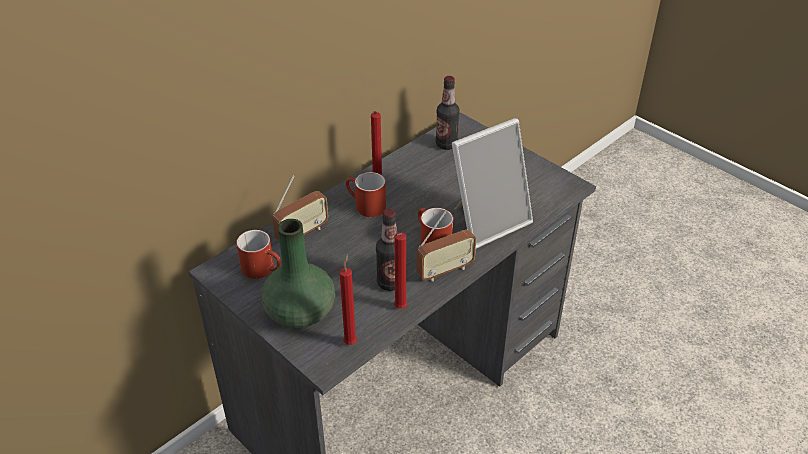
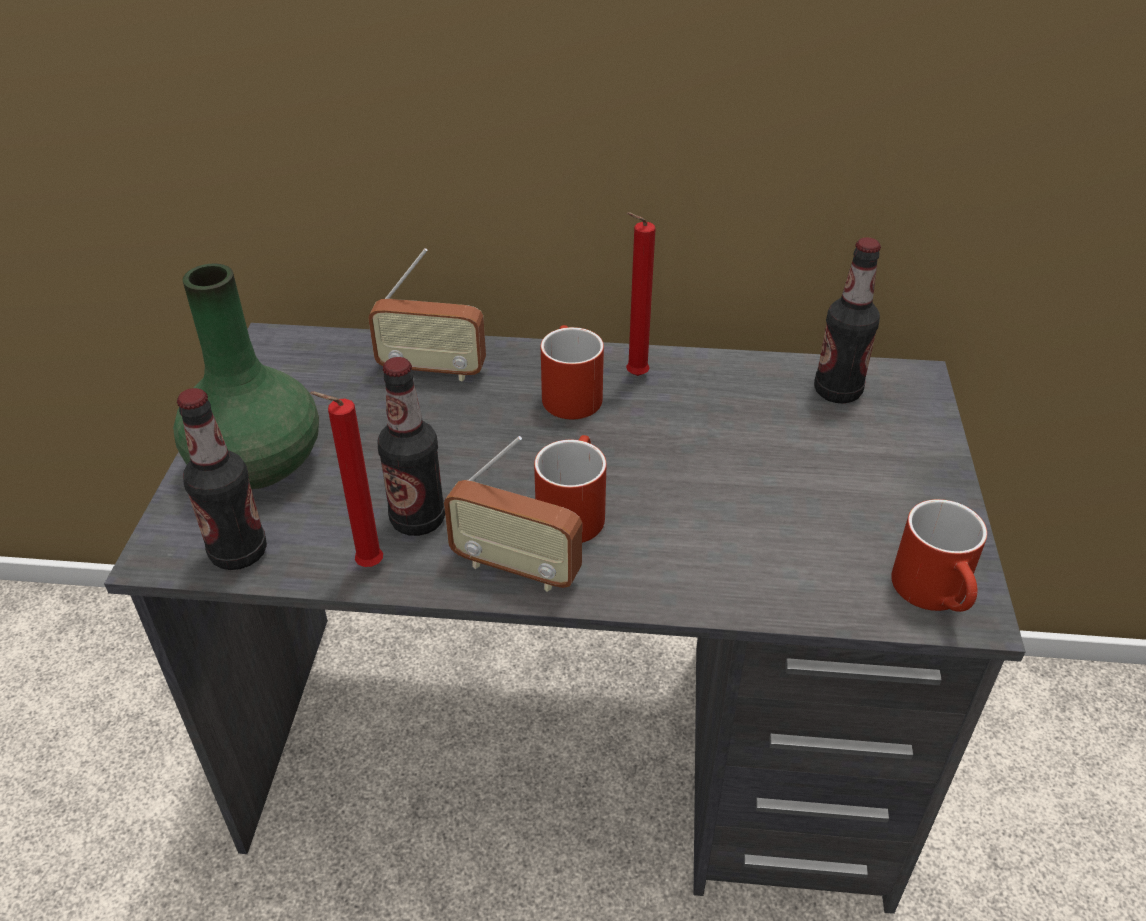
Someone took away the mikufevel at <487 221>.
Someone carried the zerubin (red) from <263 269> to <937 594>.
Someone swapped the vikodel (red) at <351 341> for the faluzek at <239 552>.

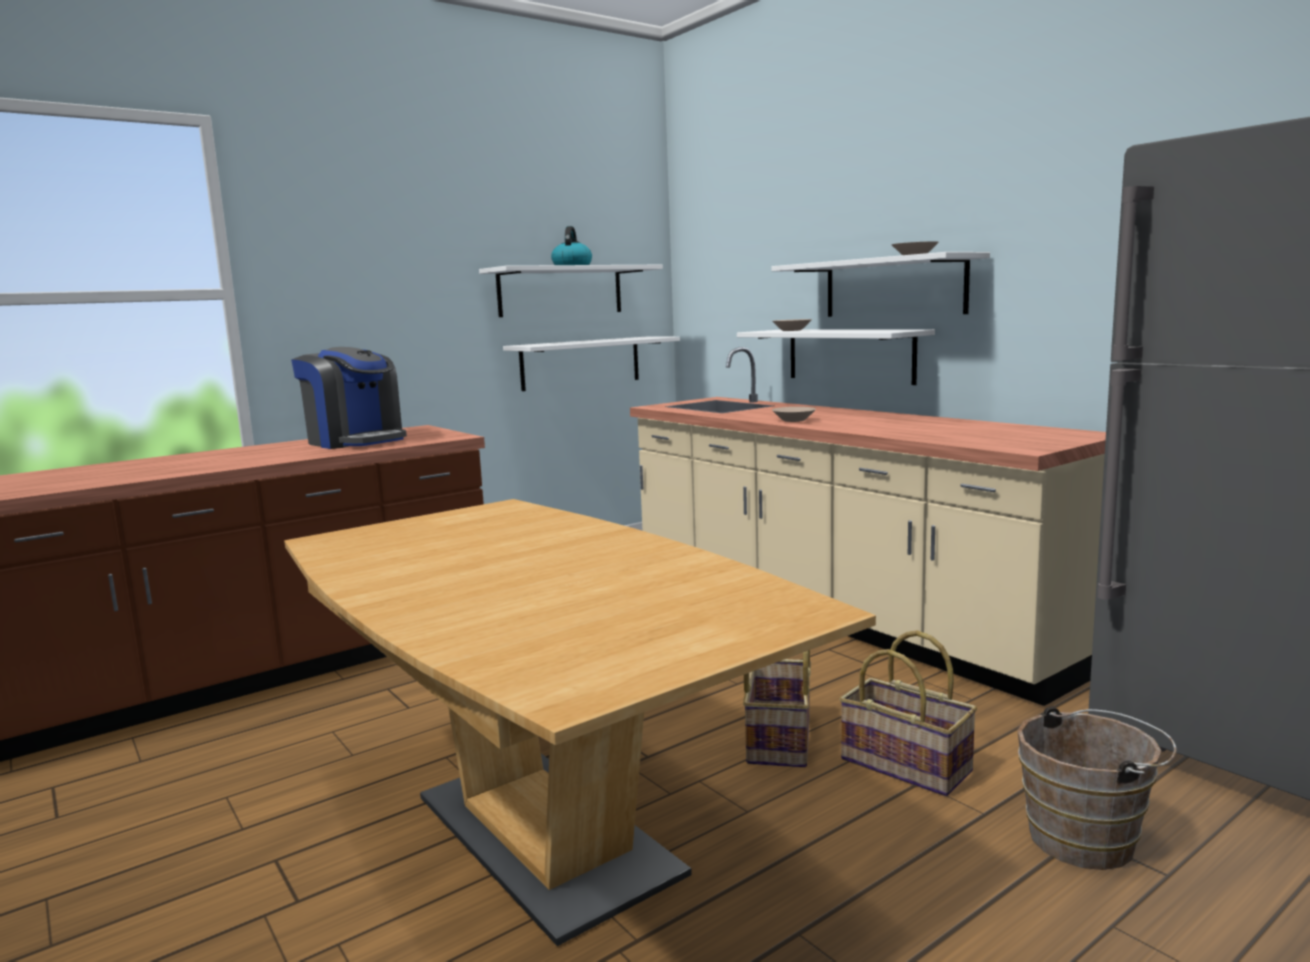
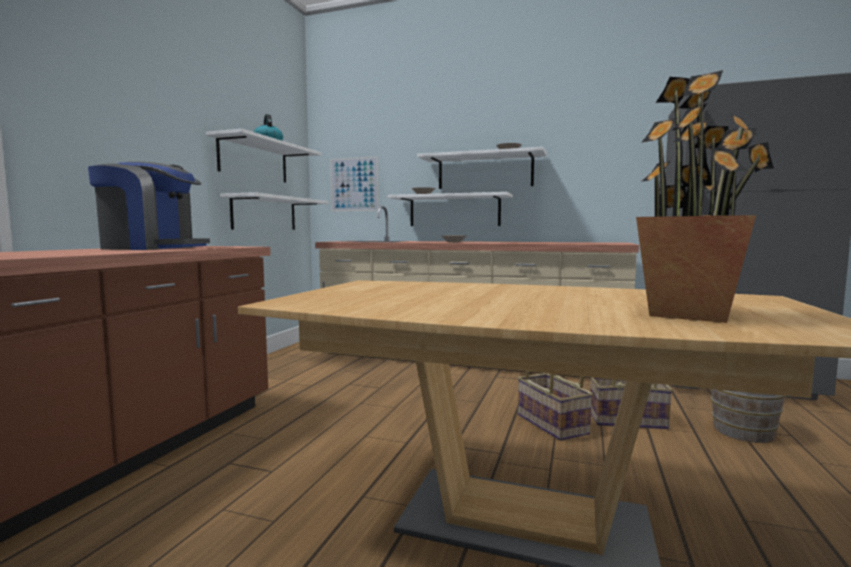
Someone put up the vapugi at <354 184>.
Someone put down the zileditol at <690 314>.

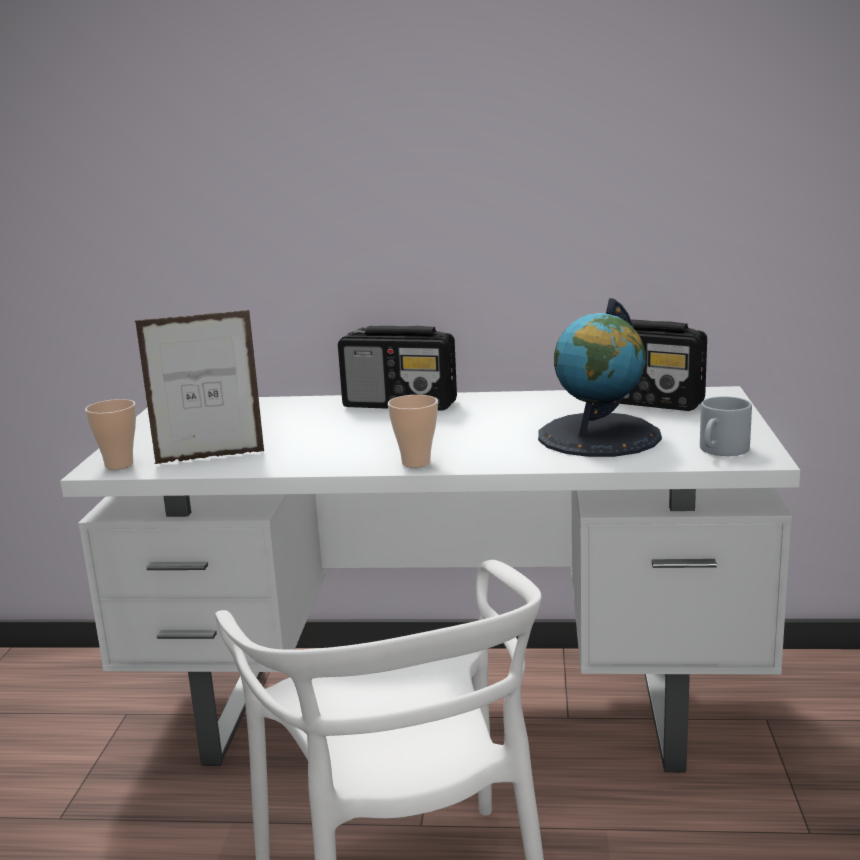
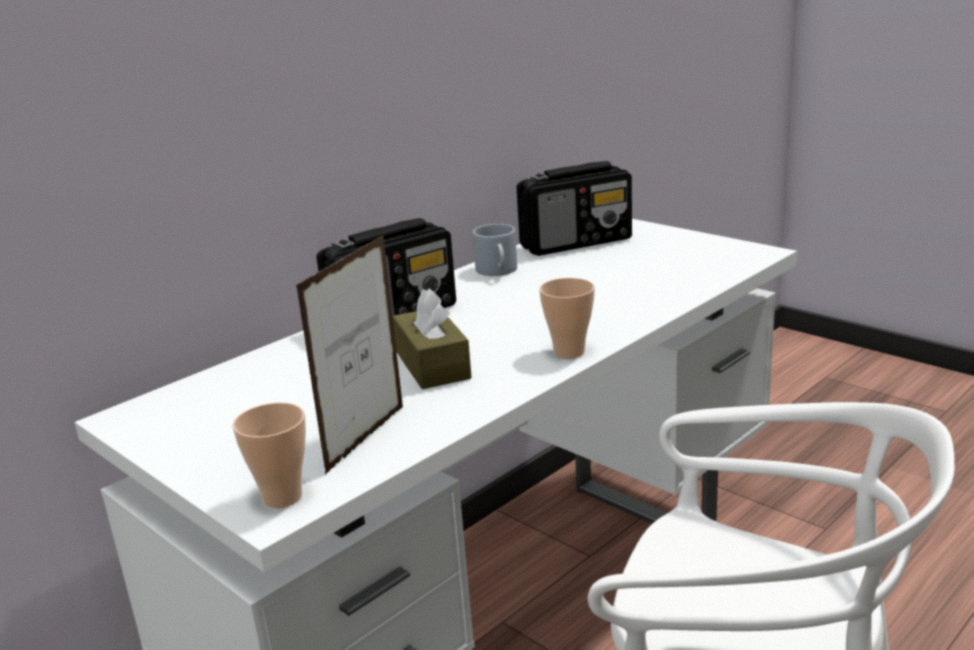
Someone took away the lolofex at <599 436>.
Someone put down the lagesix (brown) at <432 365>.
Someone carried the zerubin (grey) from <721 451> to <498 271>.

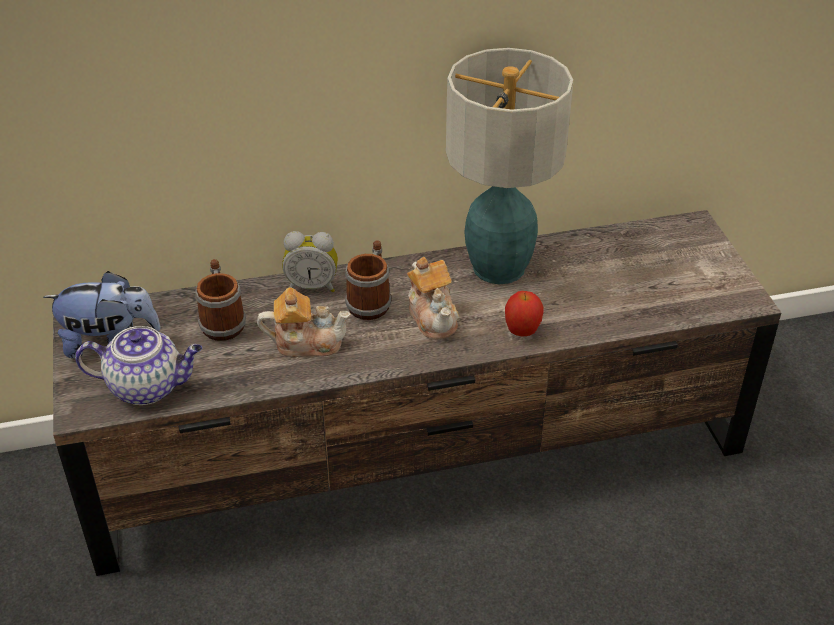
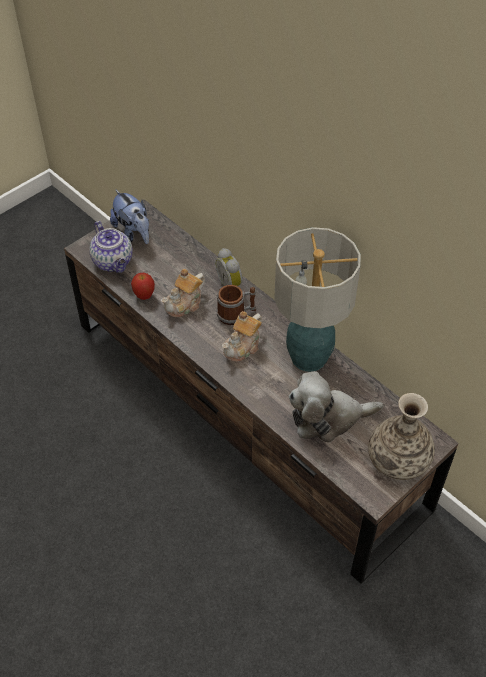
Someone took away the zerubin at <222 321>.
Someone put down the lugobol at <328 418>.
Someone put down the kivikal at <398 460>.
Someone carried the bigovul from <522 332> to <144 296>.
Someone rotated the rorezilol at <306 342> by 75 degrees clockwise.

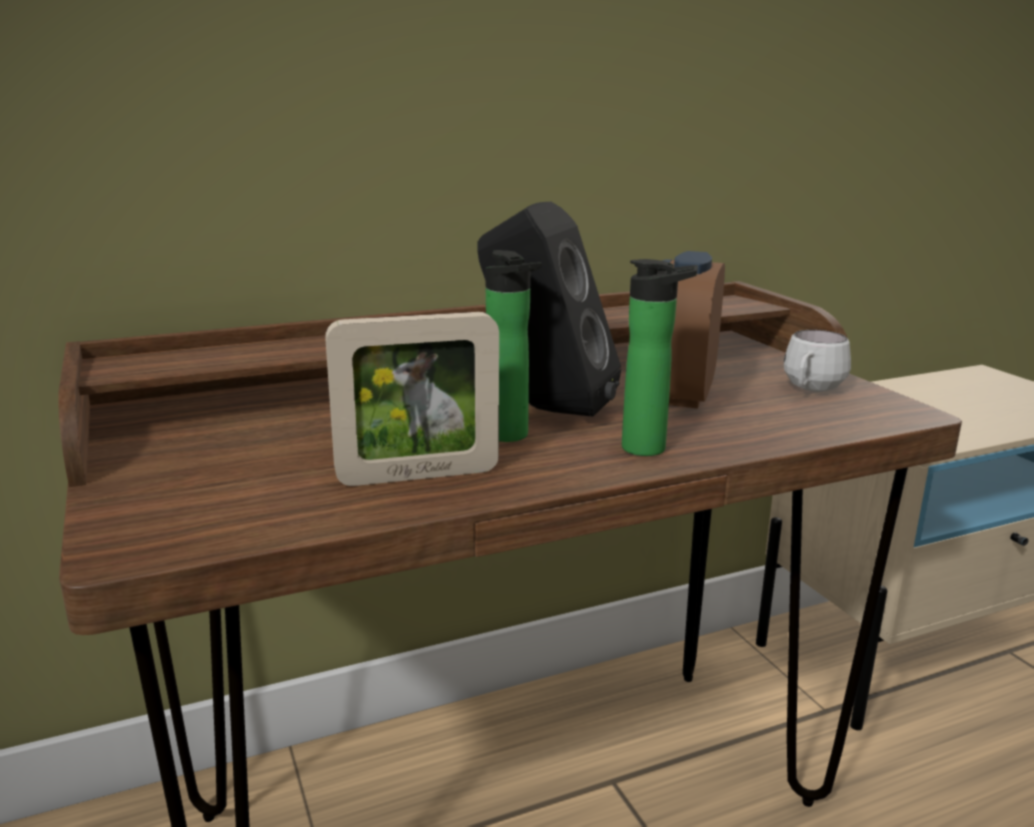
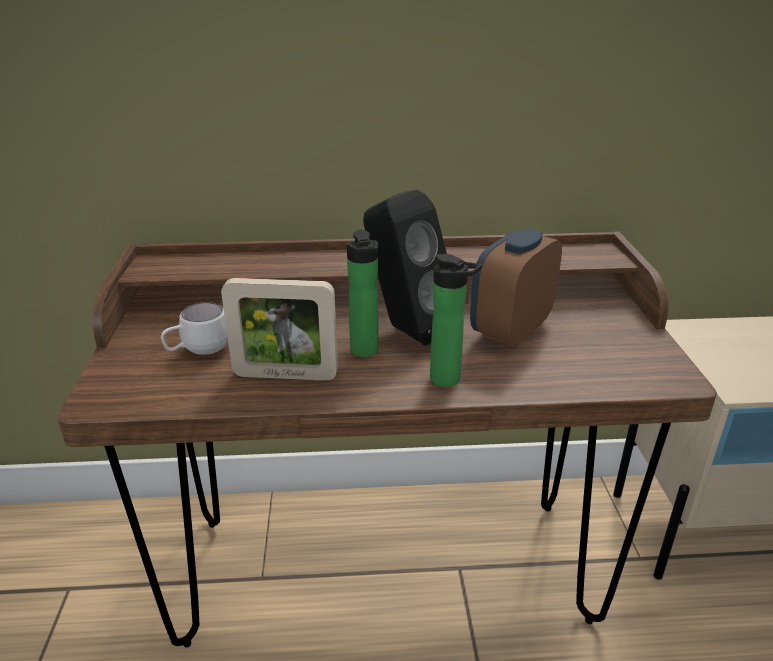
Someone carried the zerubin (white) from <810 390> to <199 351>.

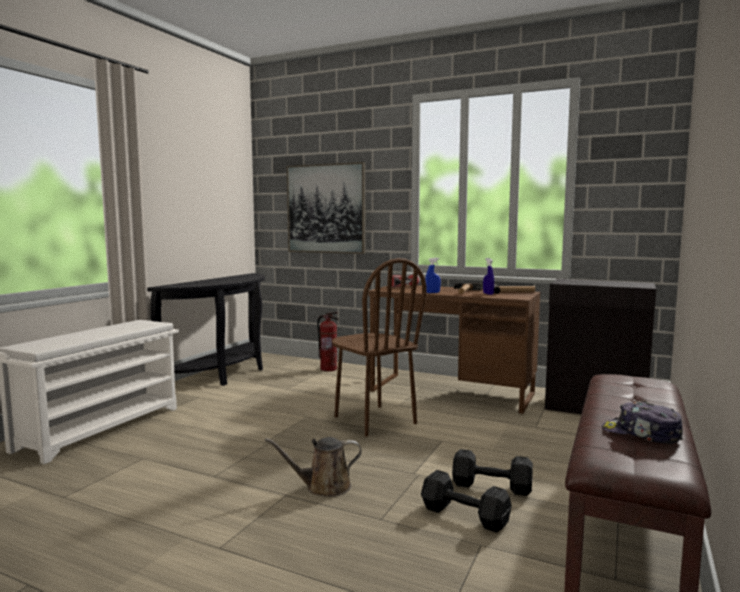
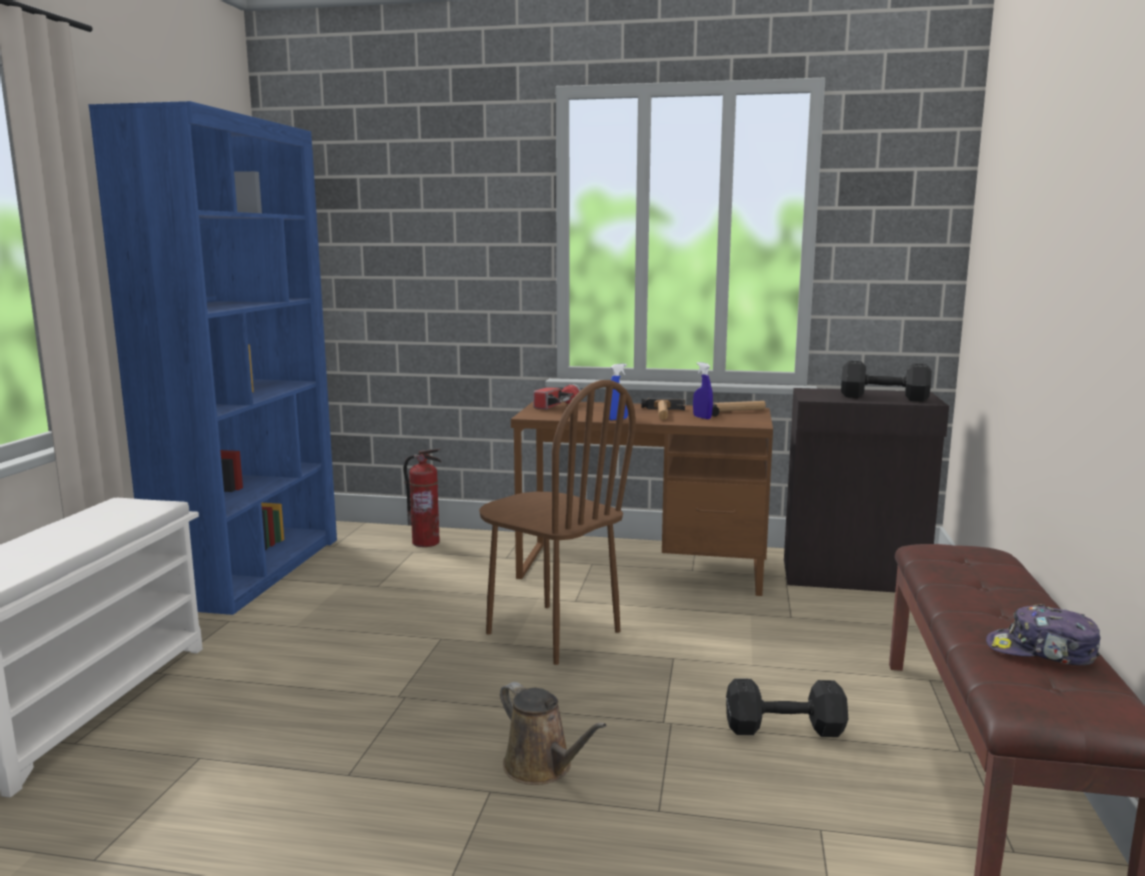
Someone took away the vapugi at <326 209>.
Someone carried the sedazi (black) from <466 517> to <886 397>.
Someone swapped the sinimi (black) at <225 375> for the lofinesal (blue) at <252 570>.
Someone rotated the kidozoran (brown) at <324 487> by 105 degrees counterclockwise.

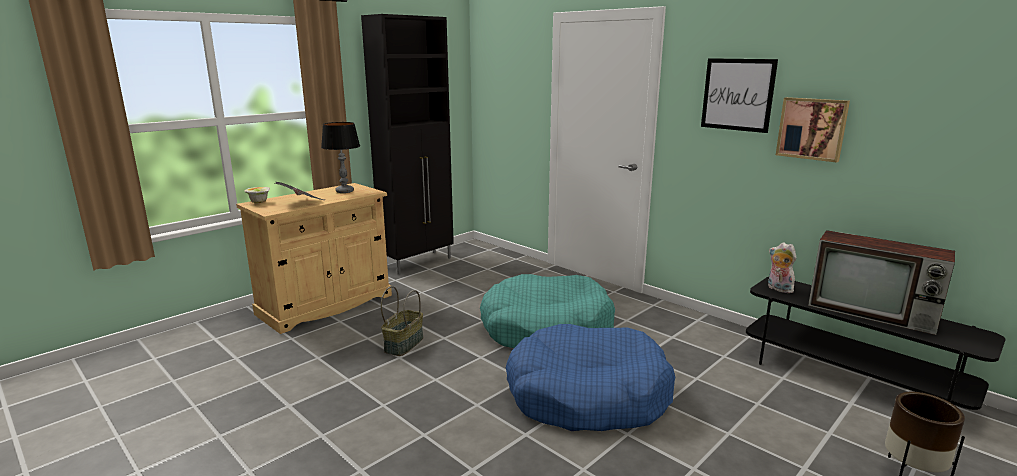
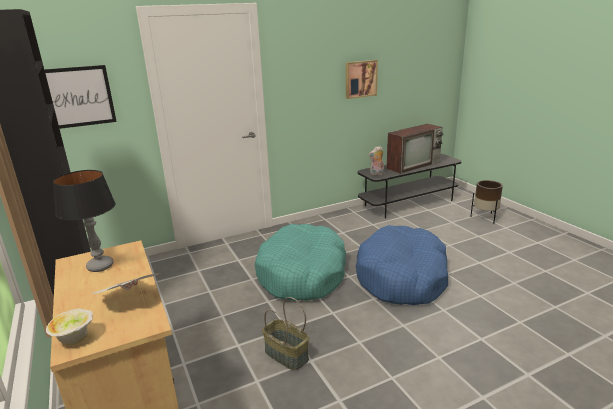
Someone carried the vapugi from <737 94> to <80 96>.

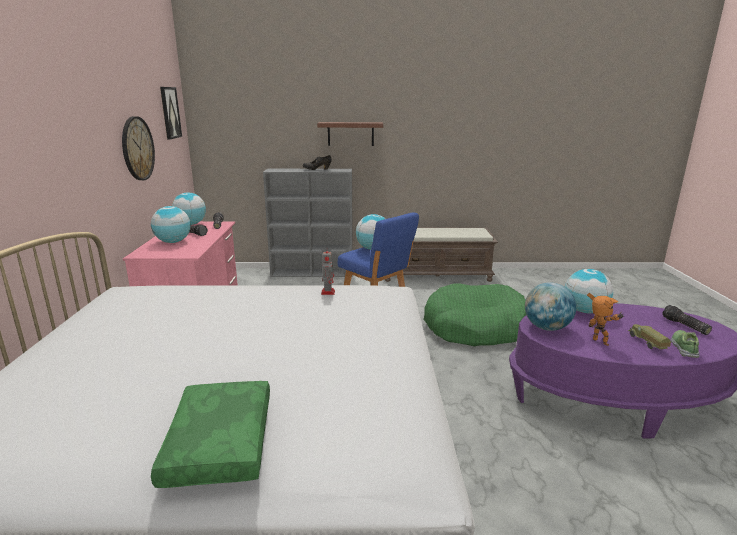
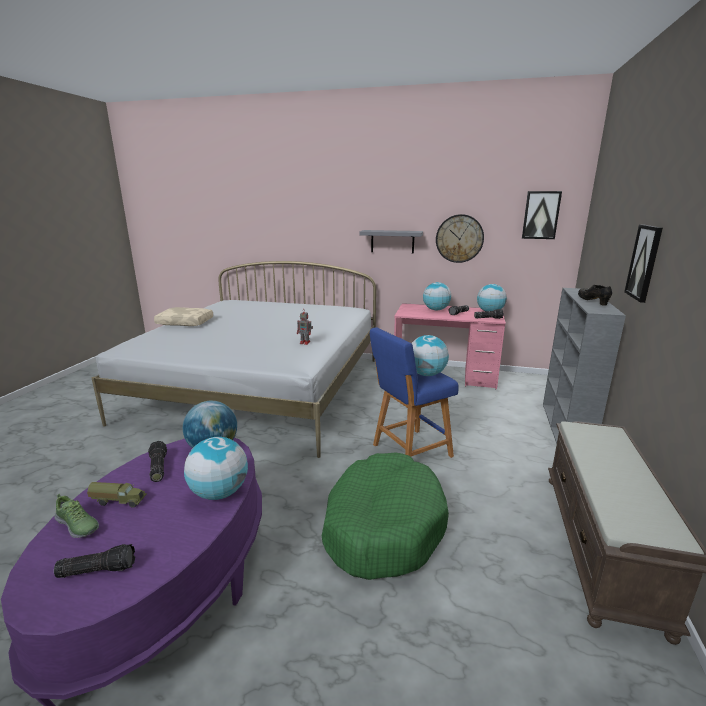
Someone put up the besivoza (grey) at <392 241>.
Someone swapped the besivoza (brown) at <350 134> for the vapugi at <644 262>.
Someone swapped the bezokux at <599 343> for the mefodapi at <157 467>.
Someone repainted the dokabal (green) at <218 442>, which became the dokabal (beige) at <186 322>.

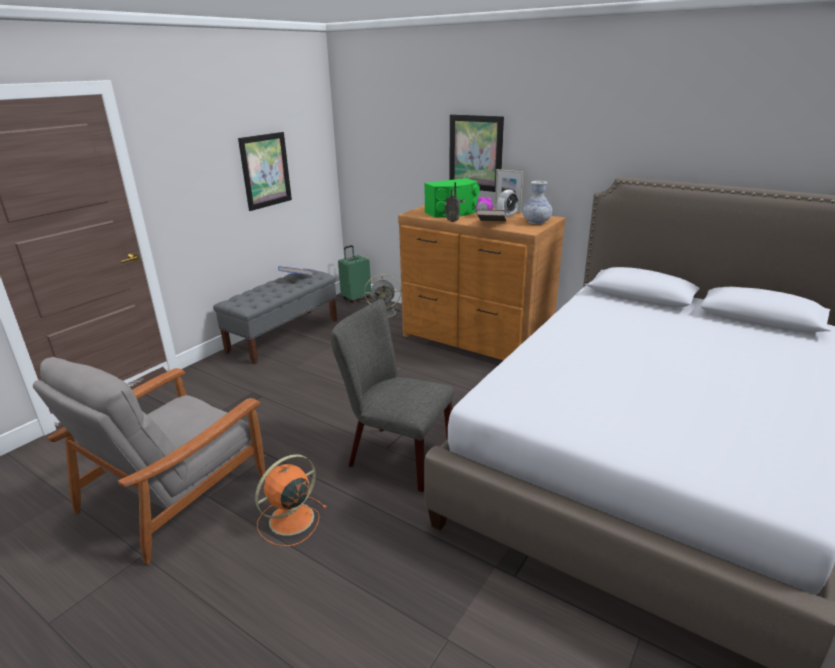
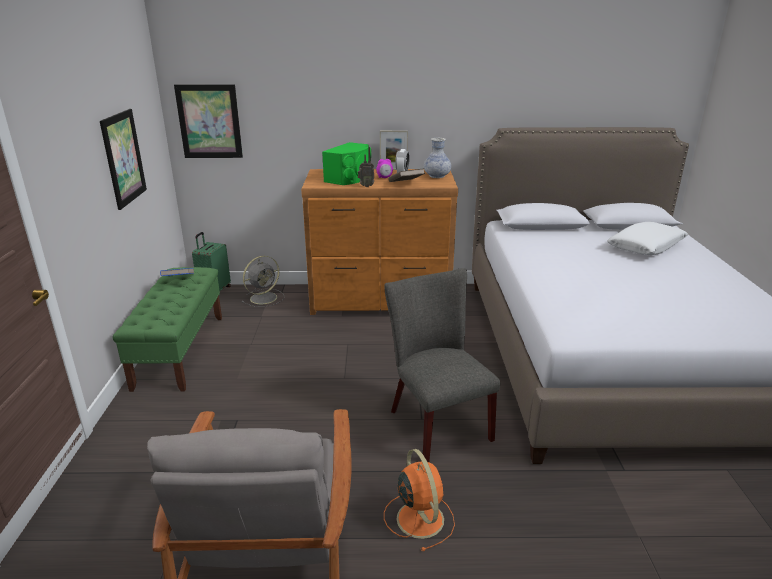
Someone put down the dokabal (white) at <646 246>.
Someone carried the vapugi from <475 153> to <209 121>.
Someone repainted the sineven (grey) at <284 335>, which became the sineven (green) at <180 351>.
Someone rotated the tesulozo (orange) at <289 520> by 150 degrees clockwise.
Someone rotated the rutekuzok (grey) at <394 455> by 75 degrees clockwise.

